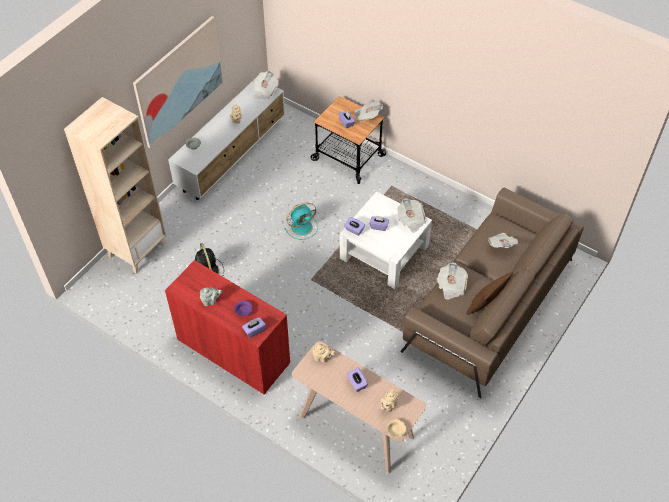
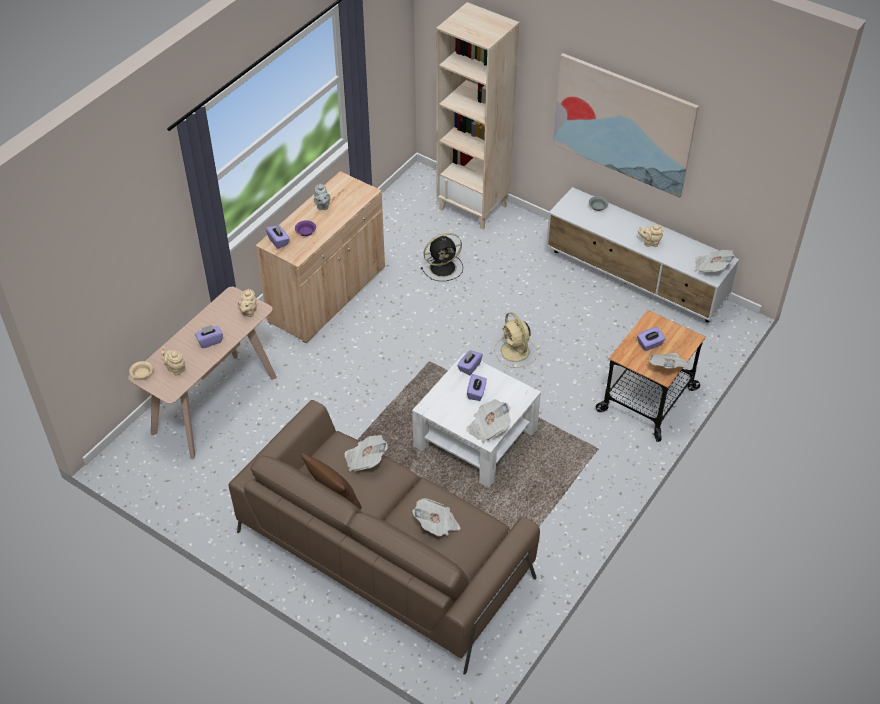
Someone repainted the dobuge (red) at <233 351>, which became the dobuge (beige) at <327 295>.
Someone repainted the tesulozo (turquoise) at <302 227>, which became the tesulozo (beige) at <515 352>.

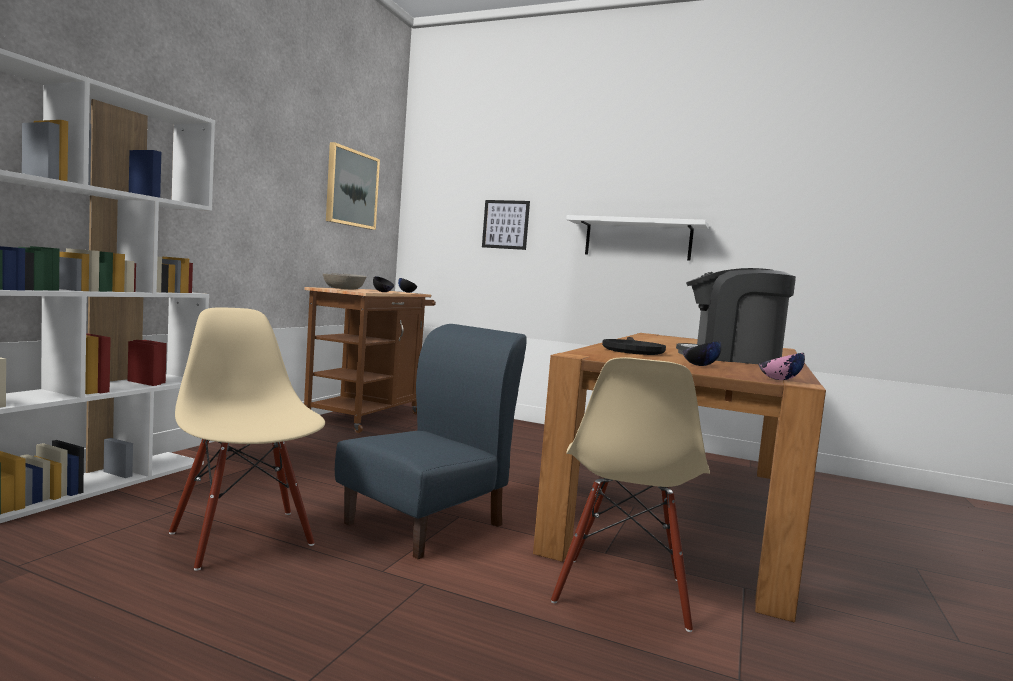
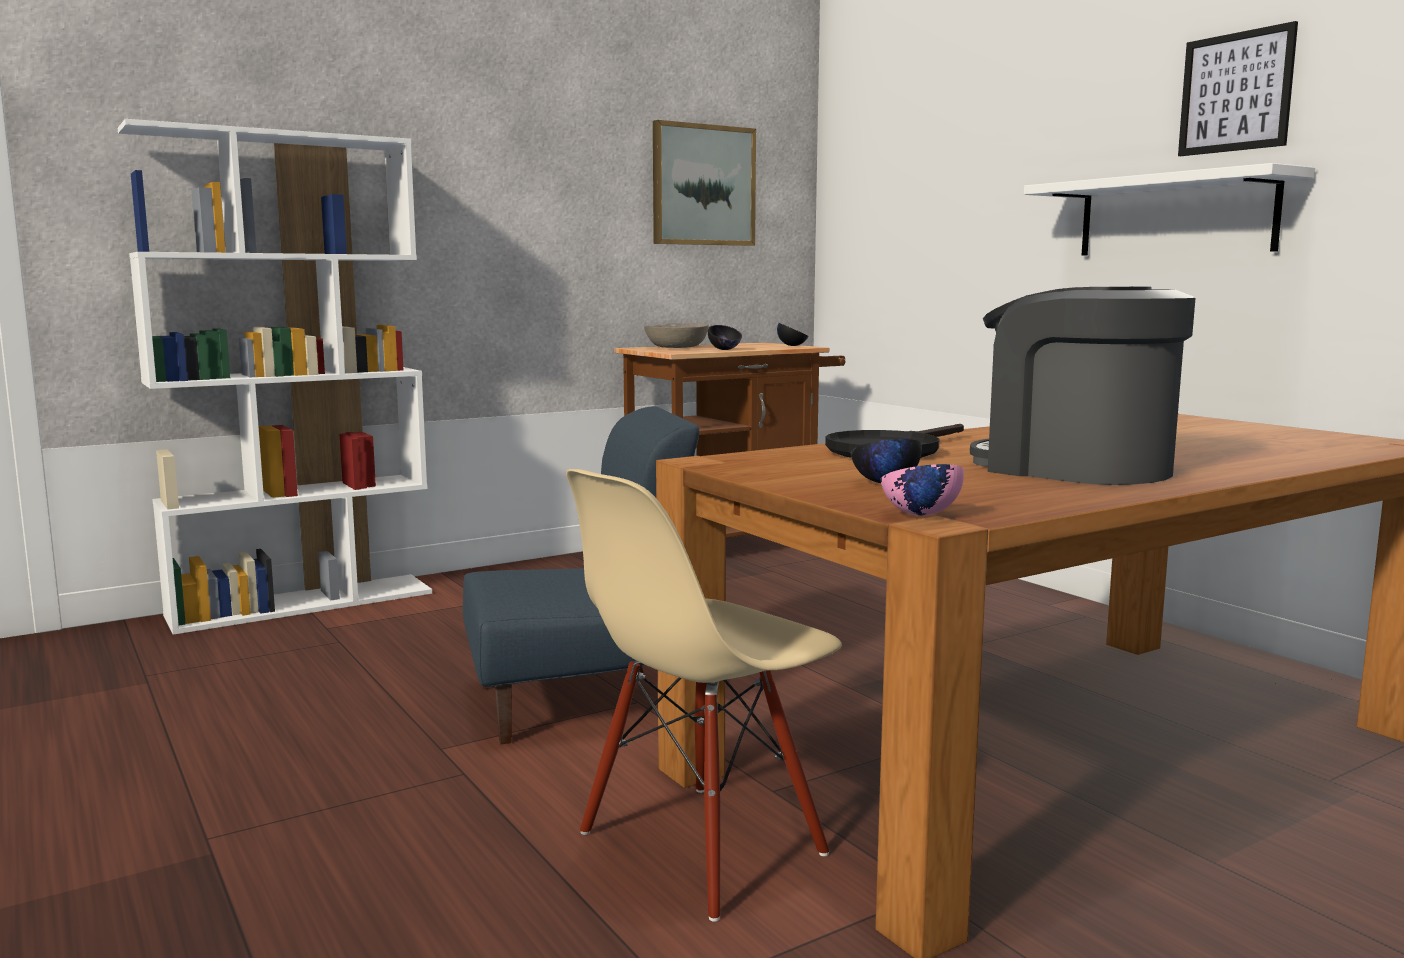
Someone took away the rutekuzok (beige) at <244 538>.
Someone carried the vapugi from <505 224> to <1236 92>.

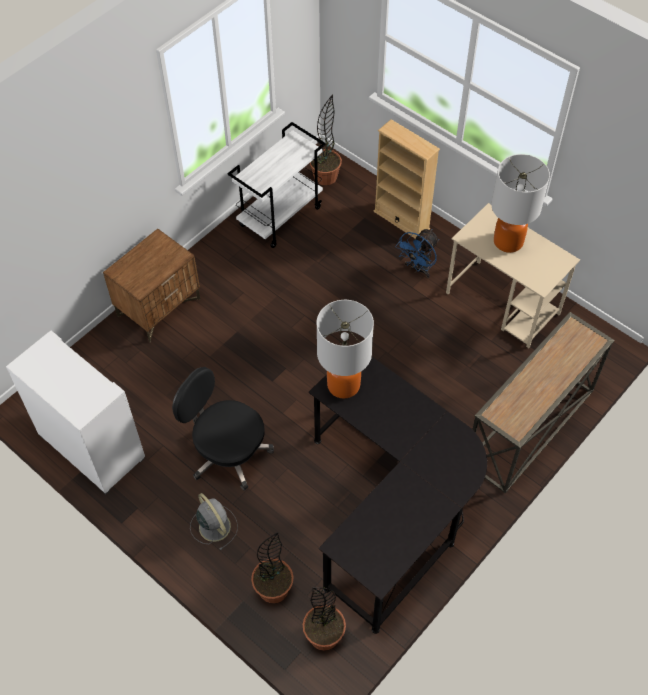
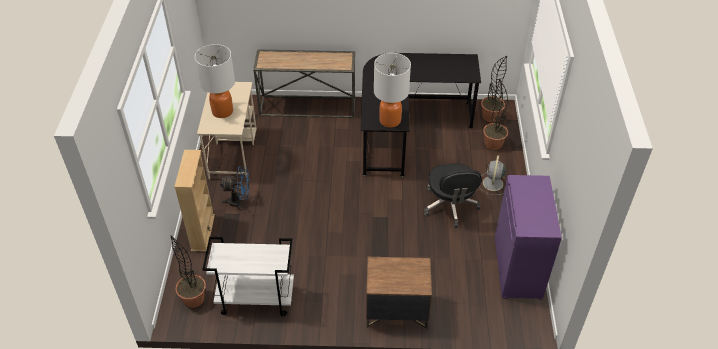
Someone repainted the dobuge (white) at <90 446>, which became the dobuge (purple) at <518 268>.

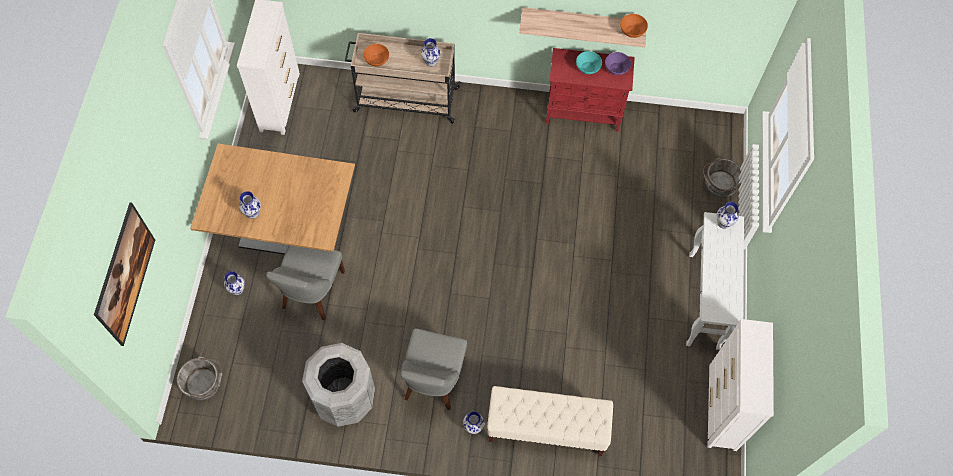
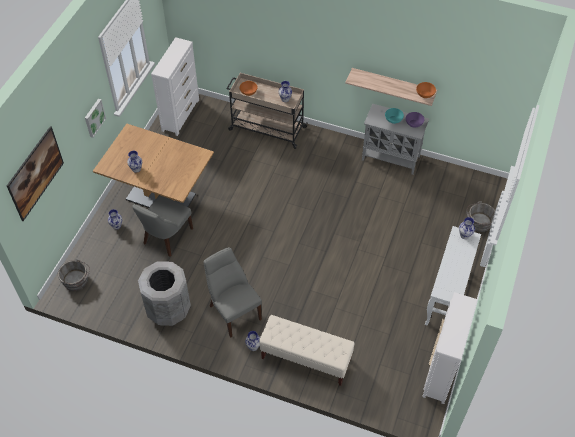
Someone put up the vapugi at <94 117>.
Someone repainted the dobuge (red) at <584 113>, which became the dobuge (grey) at <391 158>.
Someone rotated the rutekuzok (grey) at <433 381> by 120 degrees clockwise.

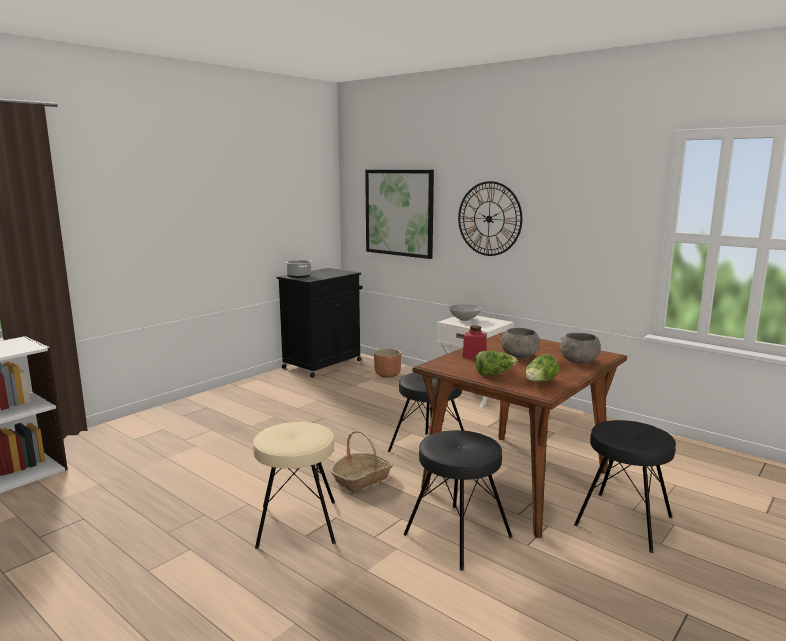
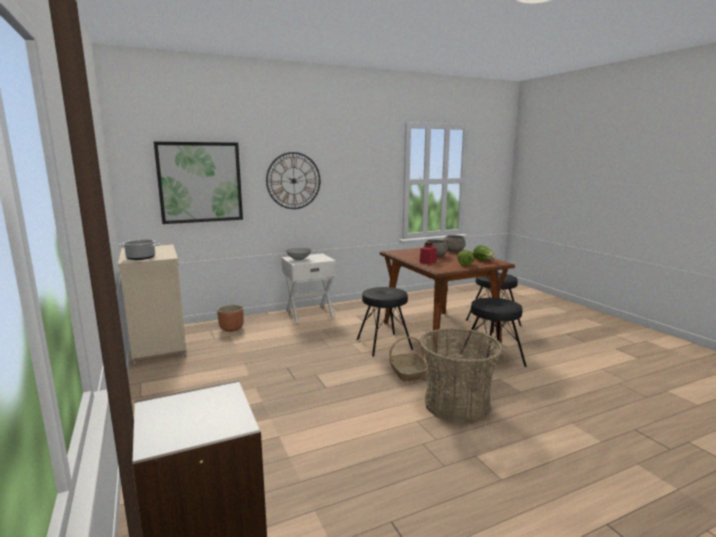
Someone swapped the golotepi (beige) at <298 523> for the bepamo at <456 404>.
Someone repainted the dobuge (black) at <323 364>, which became the dobuge (beige) at <159 346>.

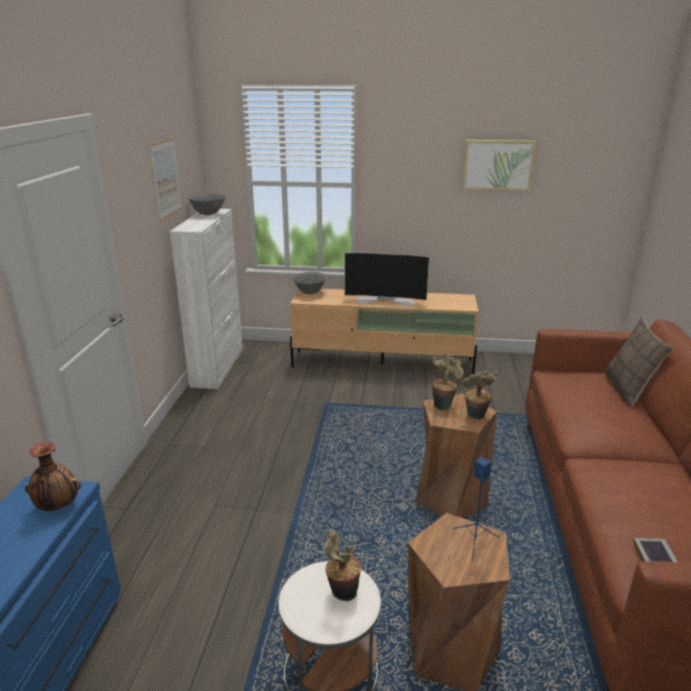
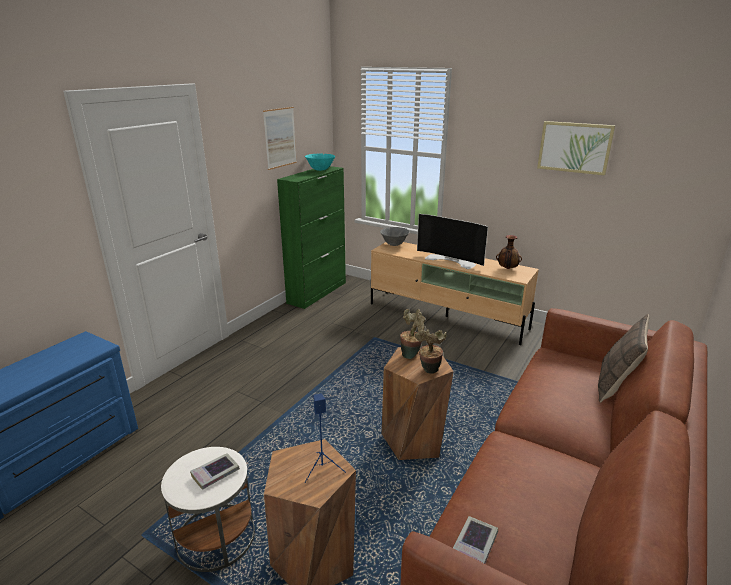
Someone carried the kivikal from <57 507> to <507 268>.
Someone swapped the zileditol at <341 592> for the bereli at <215 473>.
Someone repainted the dobuge (white) at <218 366>, which became the dobuge (green) at <317 292>.
Someone repainted the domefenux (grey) at <208 214>, which became the domefenux (turquoise) at <320 170>.

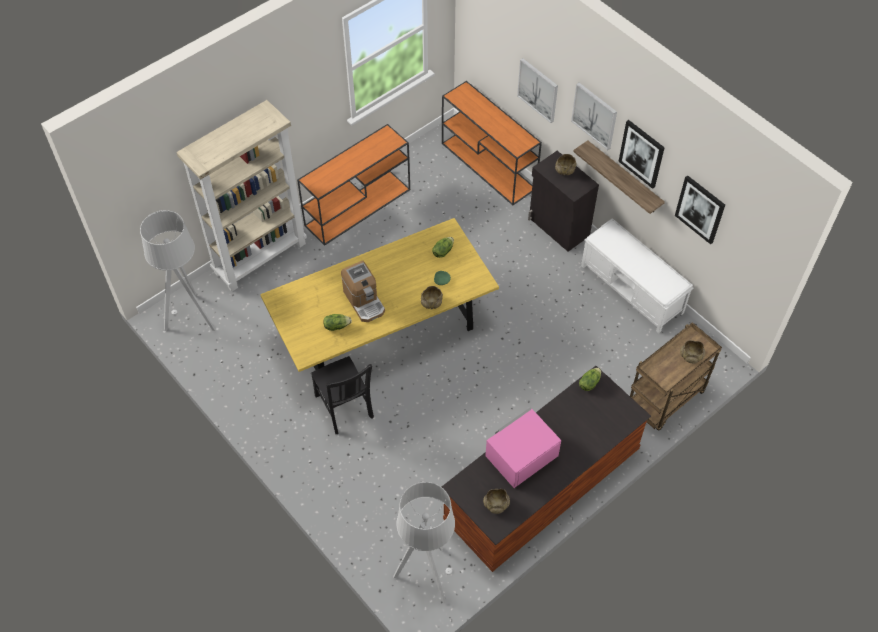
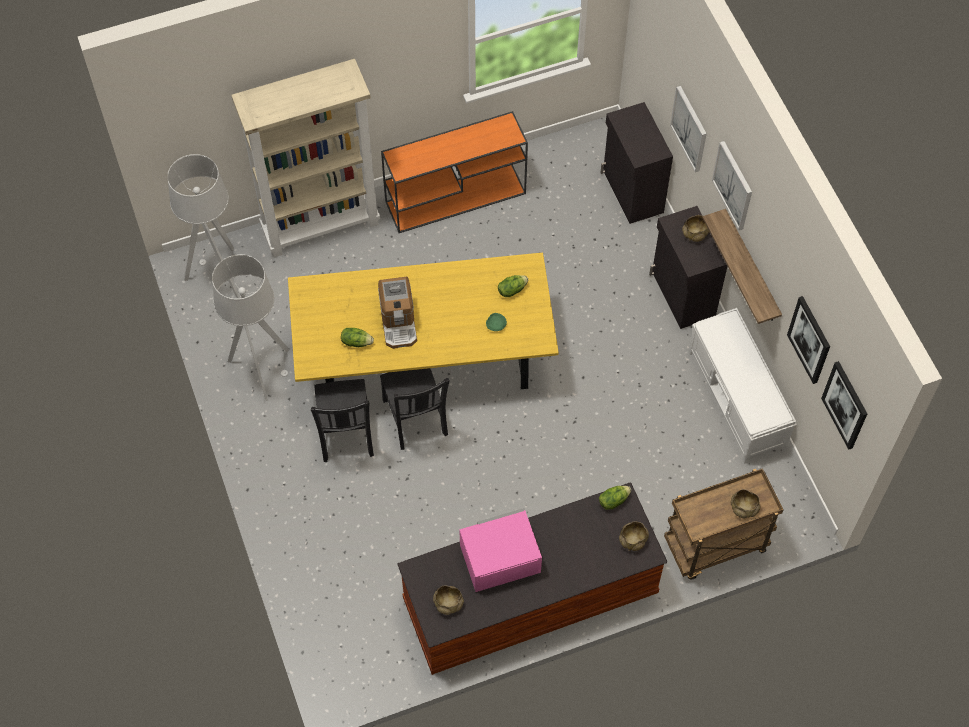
Someone put down the rutekuzok (black) at <415 419>.
Someone carried the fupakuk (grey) from <427 575> to <261 370>.
Someone carried the domefenux (beige) from <431 302> to <633 540>.
Someone carried the vapugi from <642 153> to <845 405>.
Someone swapped the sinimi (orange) at <489 166> for the dobuge (black) at <632 192>.

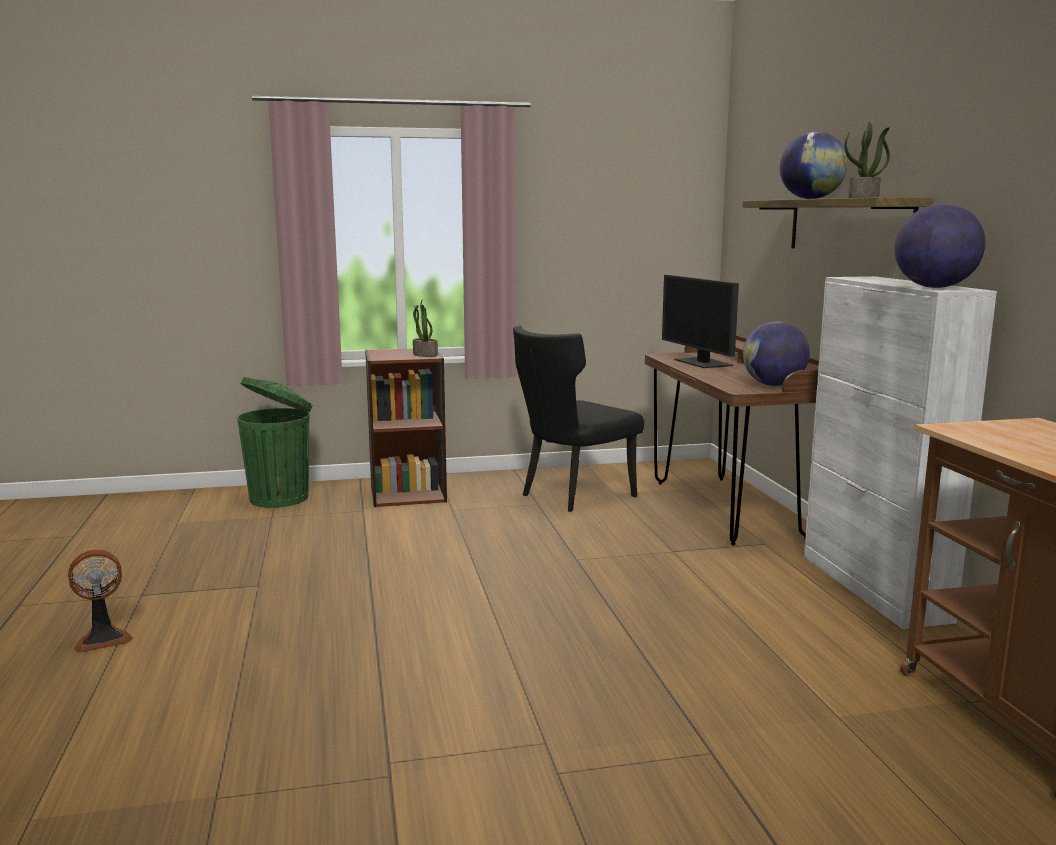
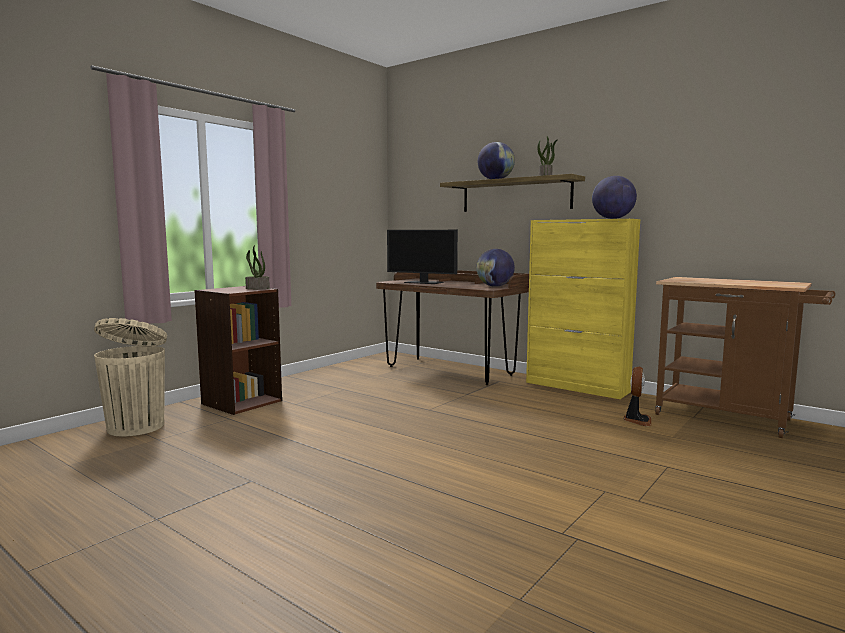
Someone took away the rutekuzok (black) at <572 495>.
Someone carried the tesulozo from <103 638> to <637 420>.
Someone repainted the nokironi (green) at <281 498>, which became the nokironi (beige) at <137 426>.
Someone repainted the dobuge (white) at <873 587>, which became the dobuge (yellow) at <577 387>.

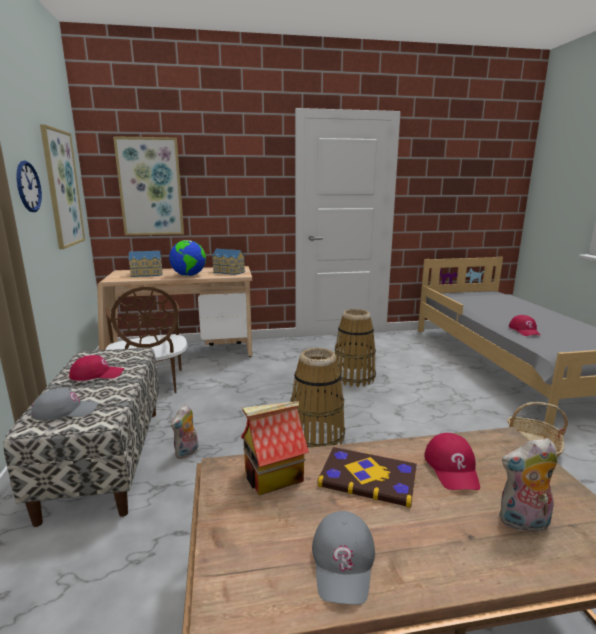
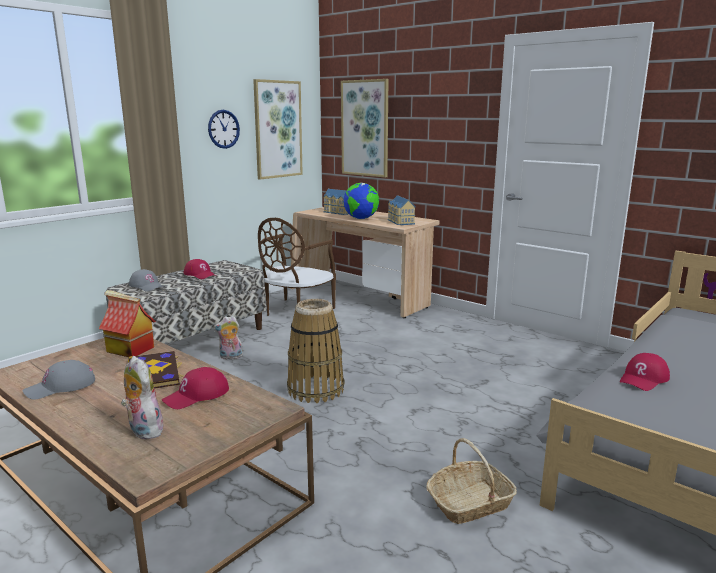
Someone took away the bepamo at <354 377>.

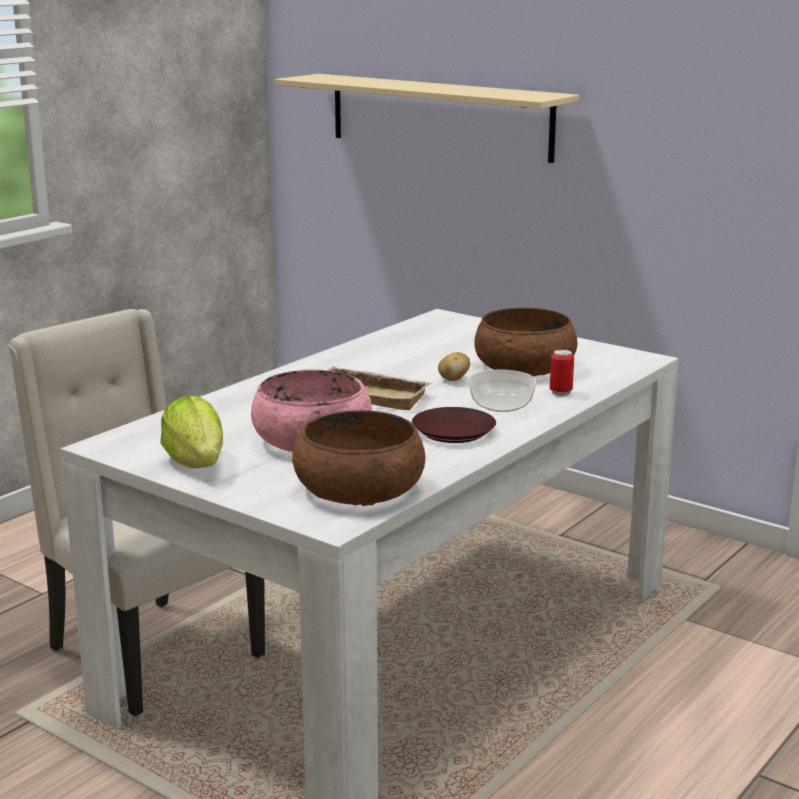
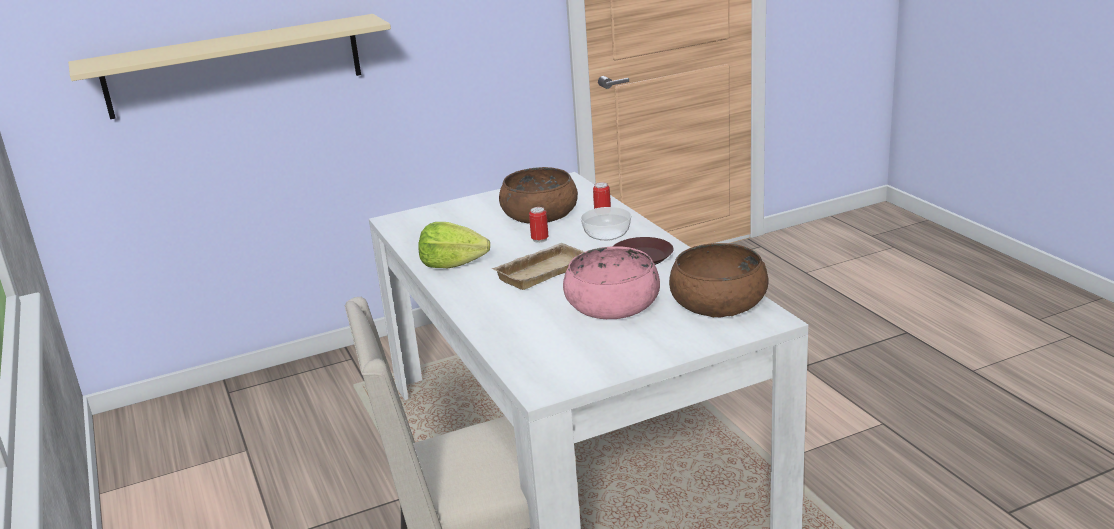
Someone carried the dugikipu from <197 463> to <452 264>.
Someone swapped the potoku at <454 380> for the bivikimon at <540 240>.

